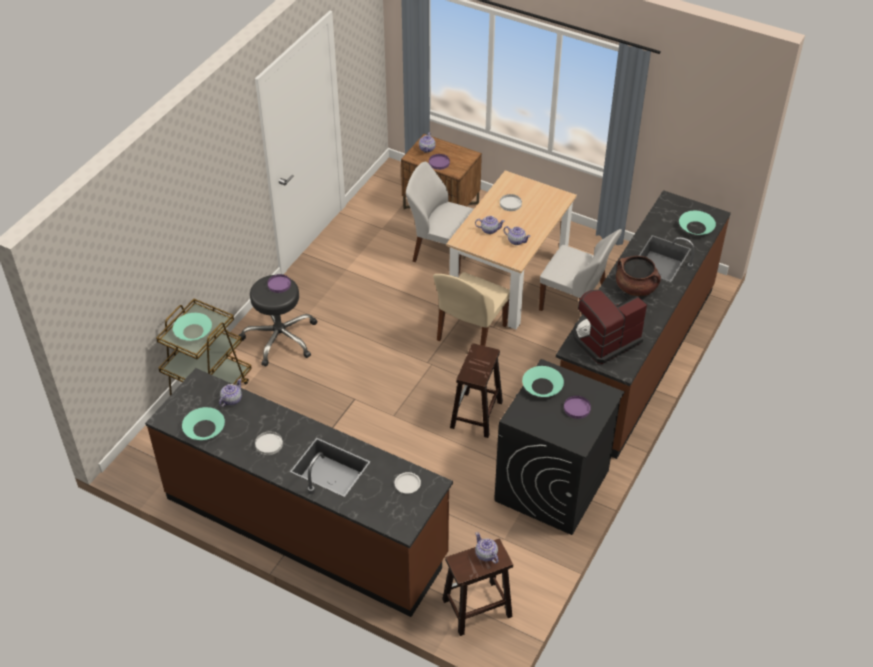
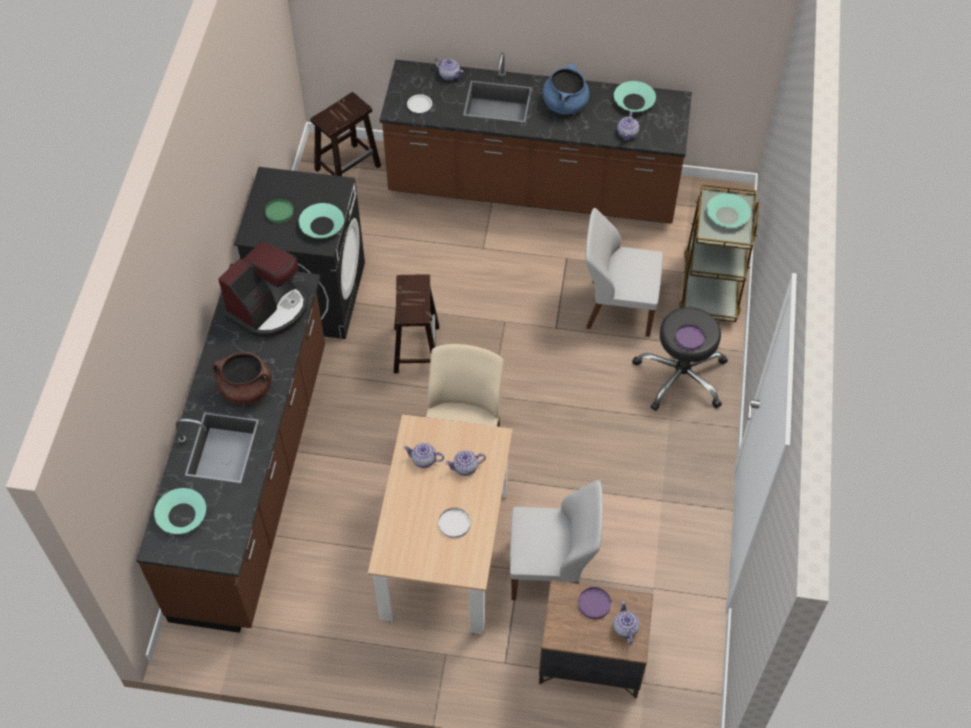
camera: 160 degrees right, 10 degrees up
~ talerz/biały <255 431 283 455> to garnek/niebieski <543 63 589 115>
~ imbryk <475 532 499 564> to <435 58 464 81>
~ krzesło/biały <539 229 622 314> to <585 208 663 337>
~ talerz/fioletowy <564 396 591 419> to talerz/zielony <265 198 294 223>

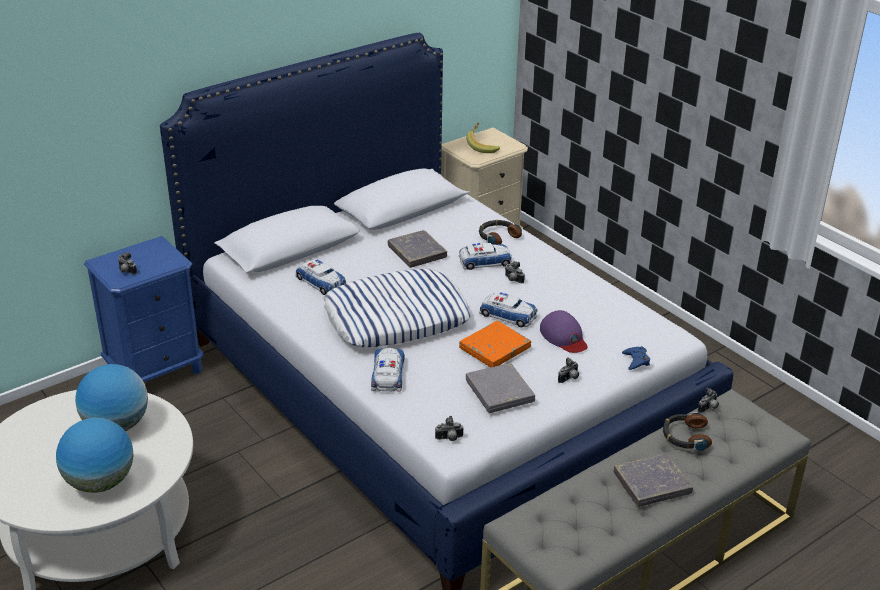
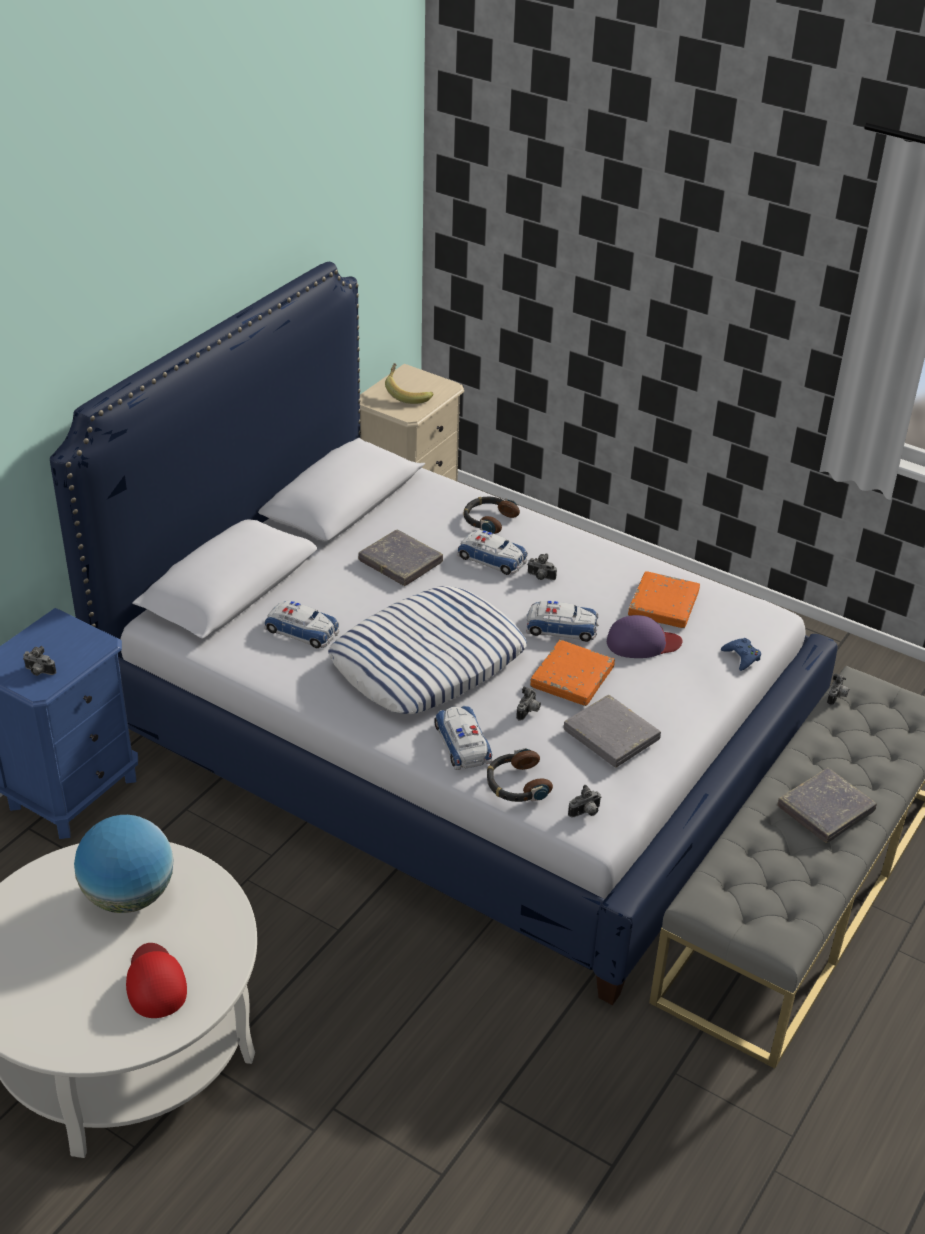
camera: 20 degrees left, 5 degrees up
~ globus <56 418 134 493> to czapka z daszkiem/czerwony <126 943 187 1018>
~ samochodzik <459 243 512 270> = <457 530 528 575> 60 degrees clockwise
~ czapka z daszkiem/fioletowy <540 310 587 353> = <607 615 683 658> 45 degrees counterclockwise
~ aparat fotograficzny <558 357 579 383> to <516 687 541 721>
~ słuchawki <663 412 712 451> to <487 748 553 802>
+ książka/pomarańczowy <628 571 700 628>

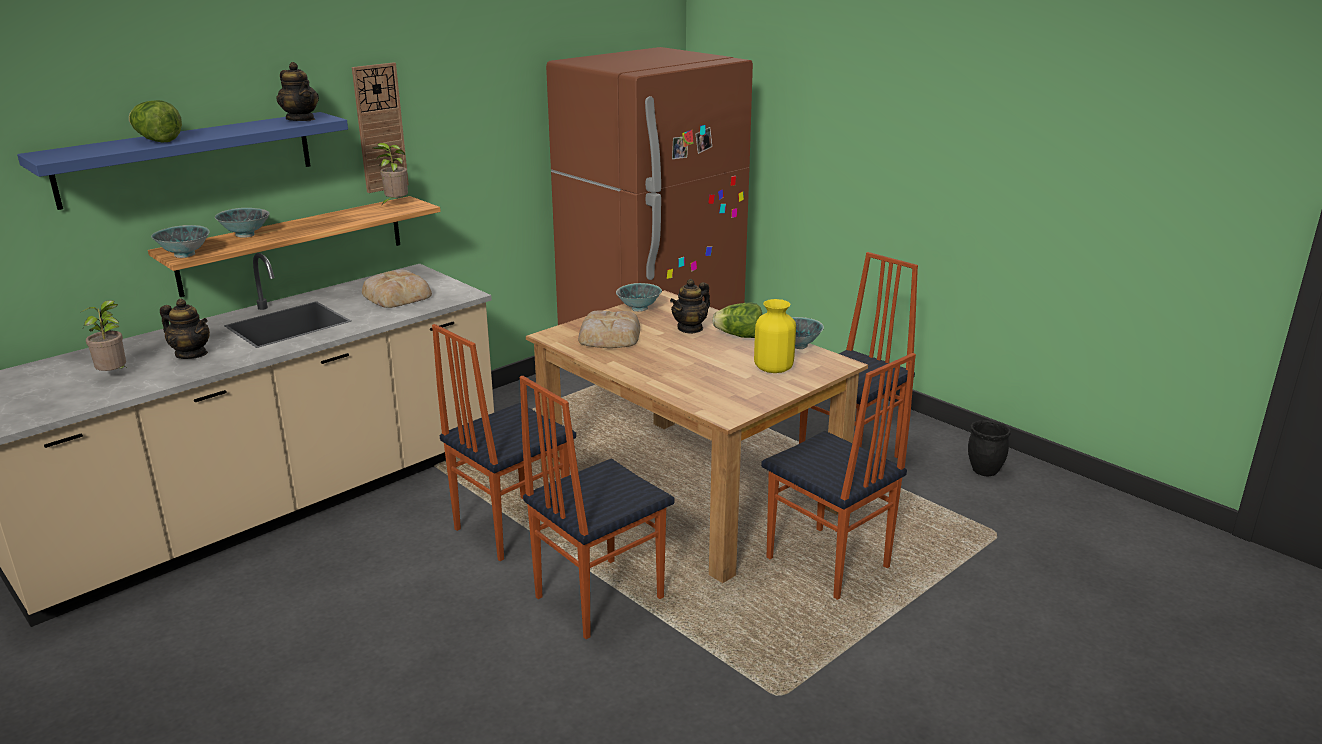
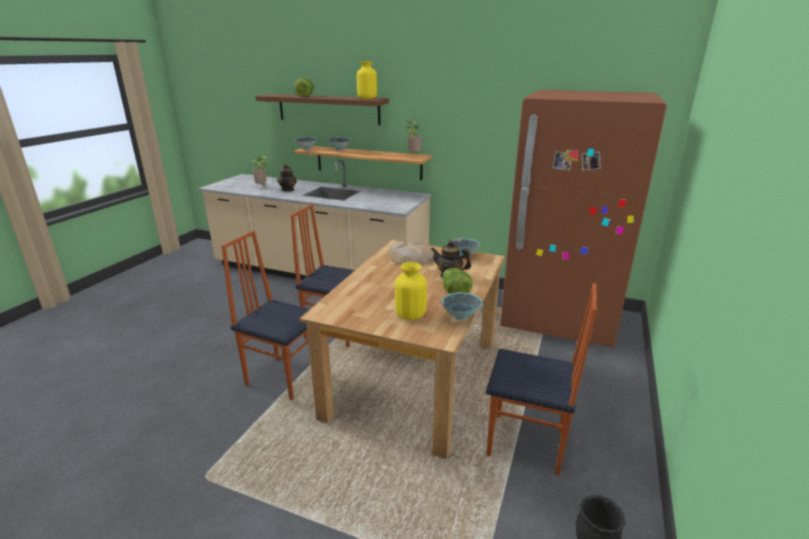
camera: 65 degrees right, 0 degrees up
~ półka/niebieski <17 112 348 210> to półka/brązowy <255 94 389 125>
~ imbryk <277 62 319 121> to wazon/żółty <357 62 377 99>
- zegar ścienny <352 62 409 193>
- chleb <362 269 432 308>
- krzesło <761 353 916 600>

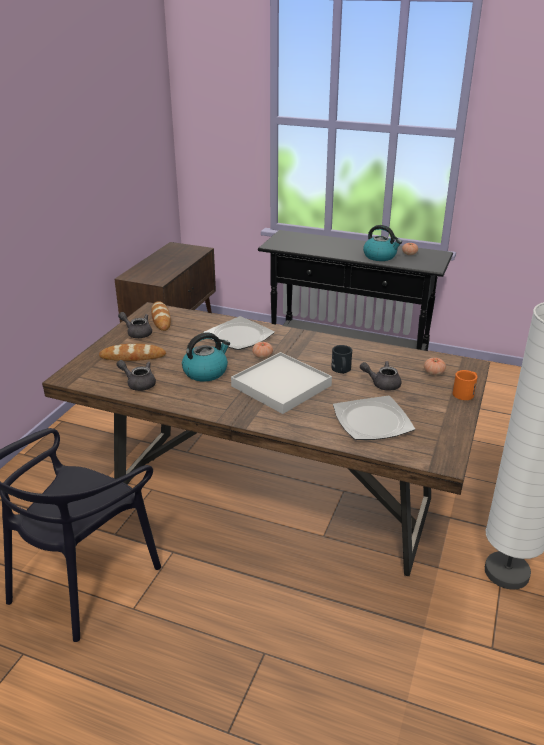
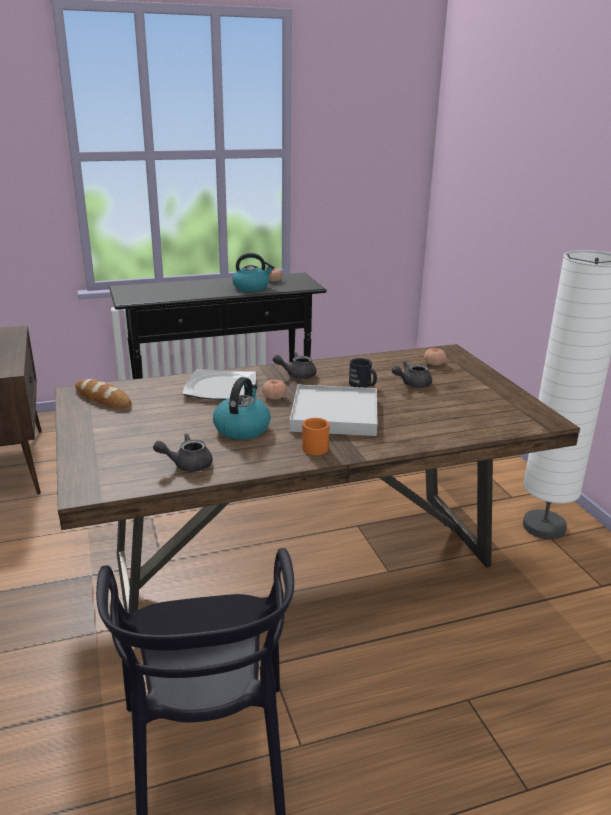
camera: 40 degrees left, 5 degrees down
- chleb <99 344 166 361>
~ imbryk/szary <118 312 152 338> to <273 352 316 379>
- talerz <333 396 415 440>
~ kubek/pomarańczowy <453 370 477 400> to <302 418 329 455>

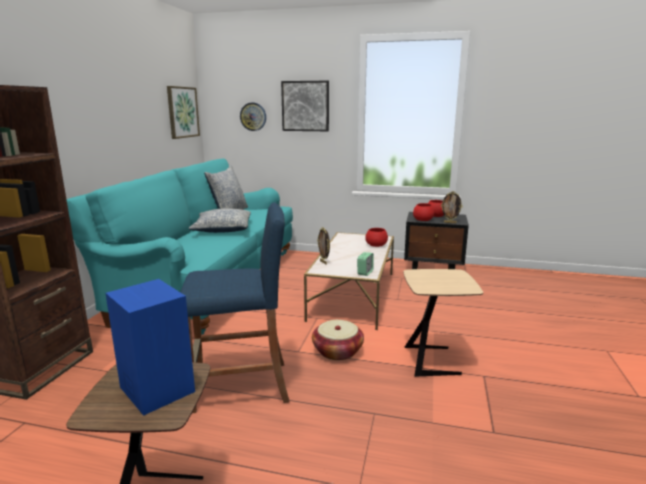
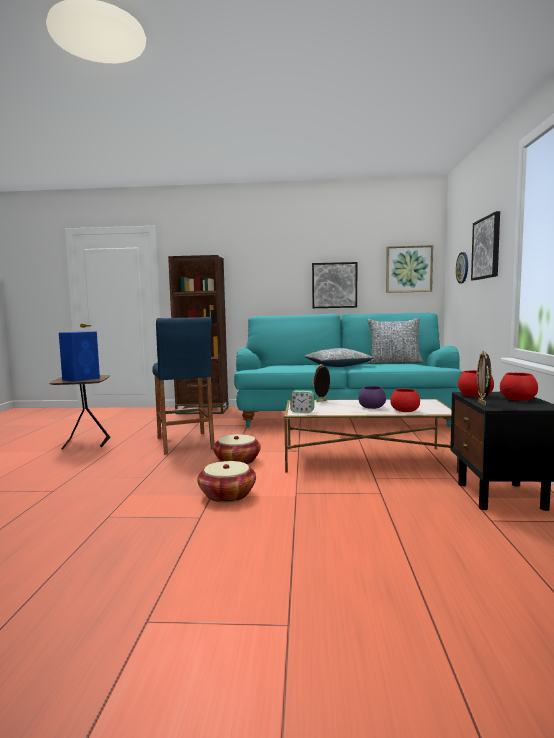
camera: 80 degrees right, 10 degrees down
~ stolik/beżowy <403 269 483 377> to koszyk <197 461 256 503>
+ obraz <312 262 357 308>
+ miska/fioletowy <359 386 386 409>

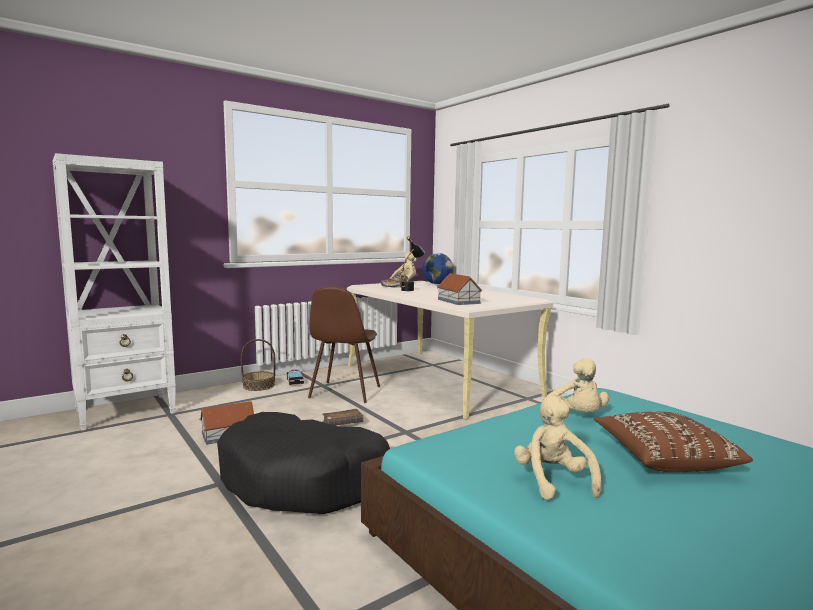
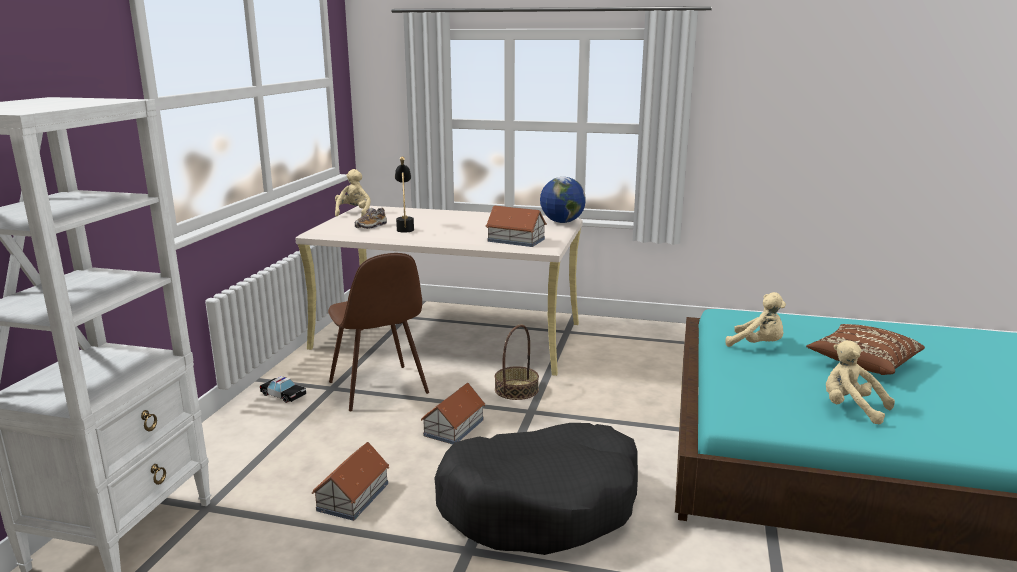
camera: 40 degrees left, 10 degrees up
~ koszyk <241 339 276 391> to <495 324 539 400>
~ książka/brązowy <322 409 363 426> to domek <421 382 485 445>
~ globus <422 253 454 284> to <540 177 586 223>

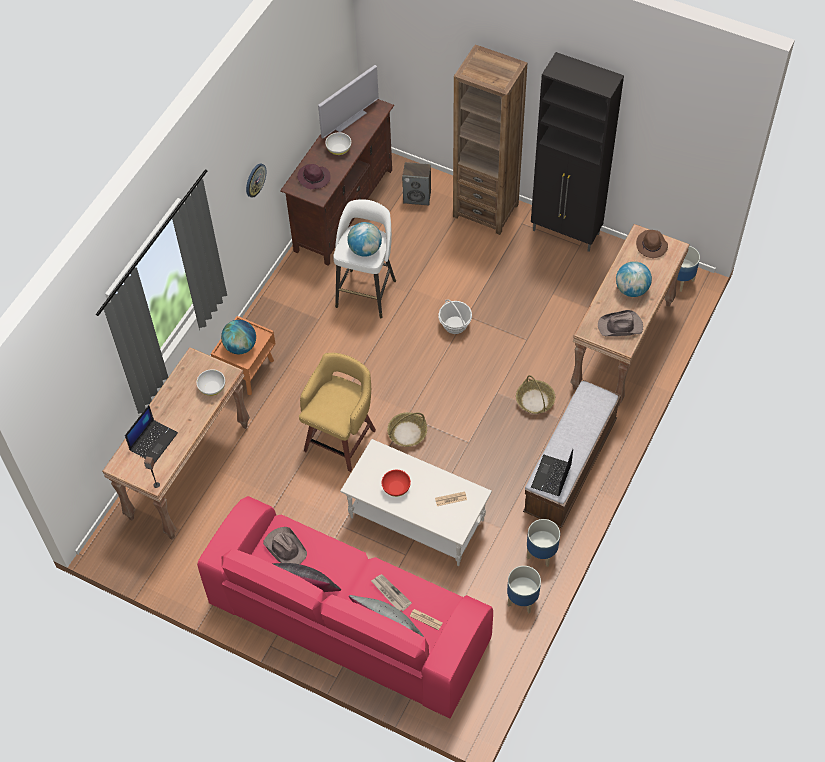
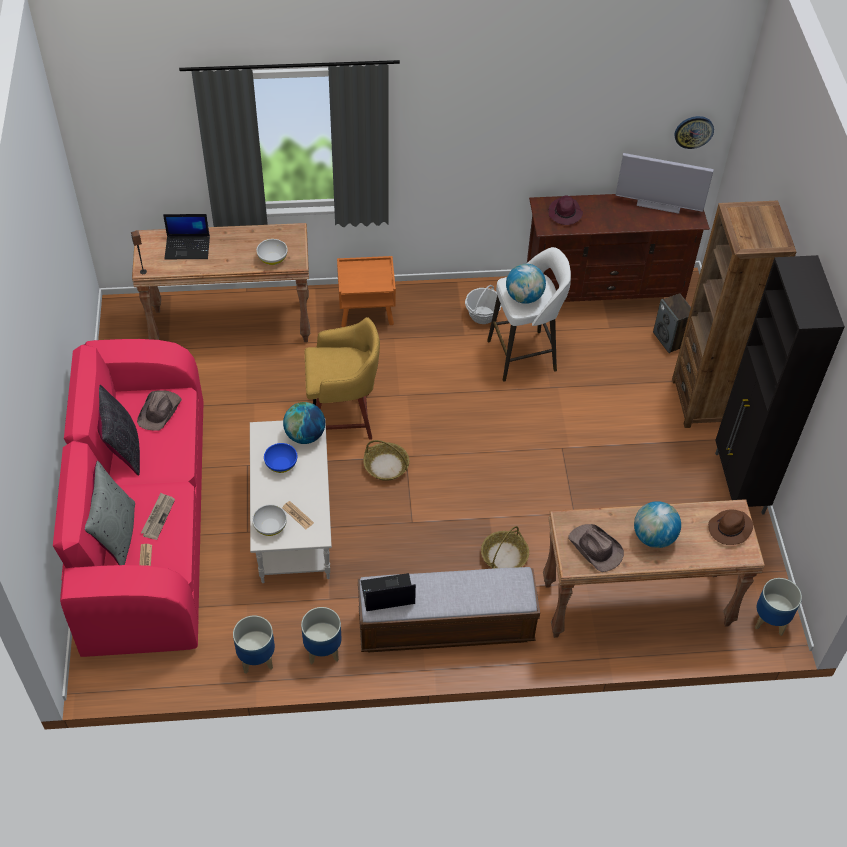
camera: 55 degrees right, 5 degrees down
~ globus <221 320 256 354> to <283 402 325 444>
~ zegar ścienny <246 164 267 198> to <674 116 714 149>
~ miska/biały <325 132 351 155> to <252 504 287 536>
~ miska/czerwony <382 470 411 497> to miska/niebieski <264 443 297 473>
~ koszyk <438 299 472 334> to <465 285 502 324>

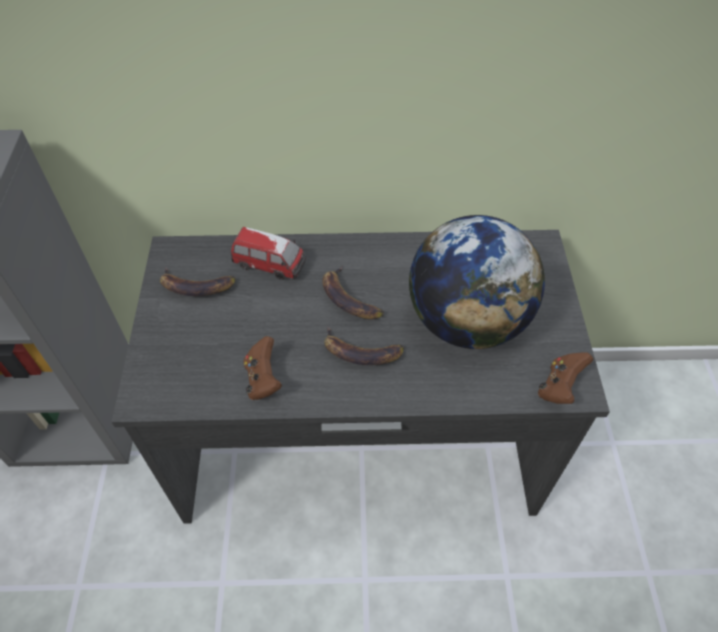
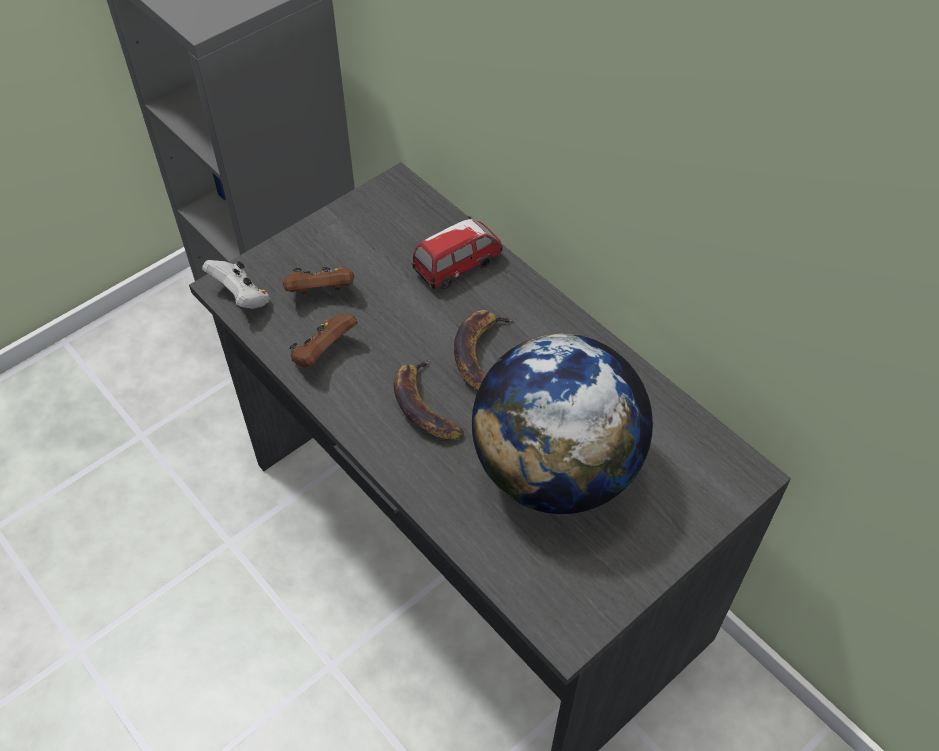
camera: 50 degrees right, 0 degrees up
- banan <160 267 236 296>
~ samochodzik <231 227 306 280> = <412 216 503 289> 105 degrees counterclockwise
~ pad do gier/brązowy <538 352 593 404> to <283 267 354 294>
+ pad do gier/biały <202 260 270 309>

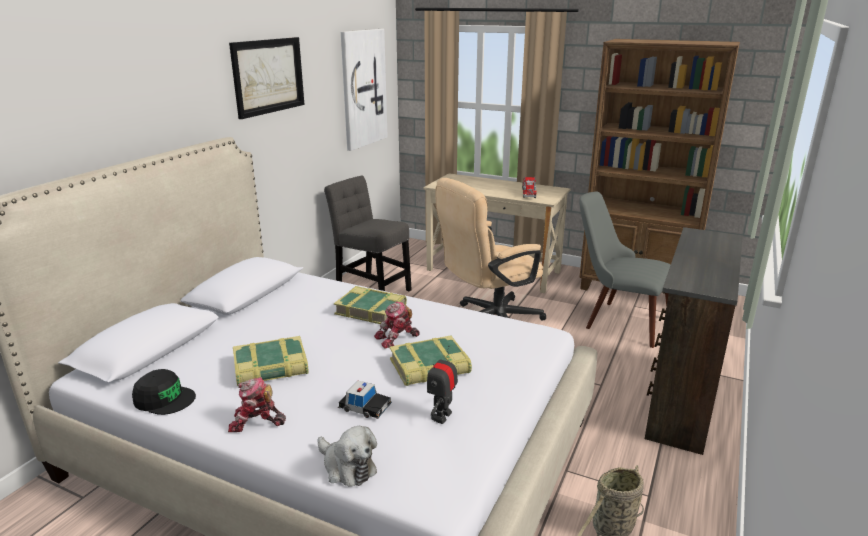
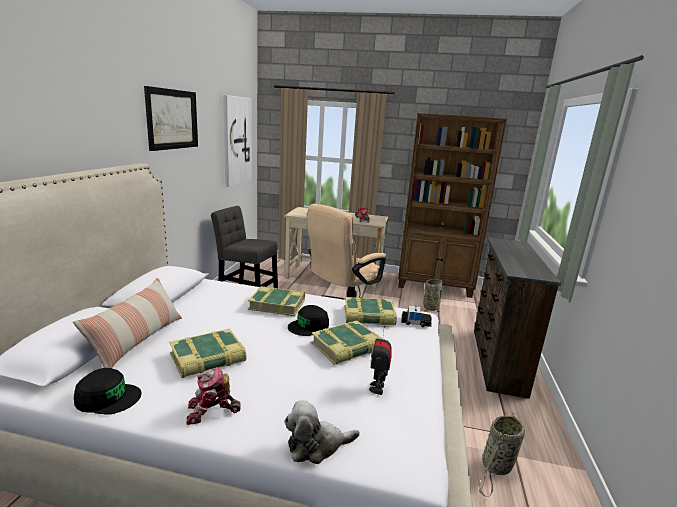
camera: 15 degrees left, 5 degrees down
~ pluszak <317 426 377 487> = <284 400 360 464> 135 degrees clockwise
~ samochodzik <338 381 392 419> to <401 306 432 327>
~ robot zabawkowy <374 301 420 349> to czapka z daszkiem/czarny <288 305 329 336>
~ krzesło/szary <579 192 671 348> to koszyk <424 279 442 313>
+ poduszka <73 278 182 368>
+ książka <345 297 397 325>

